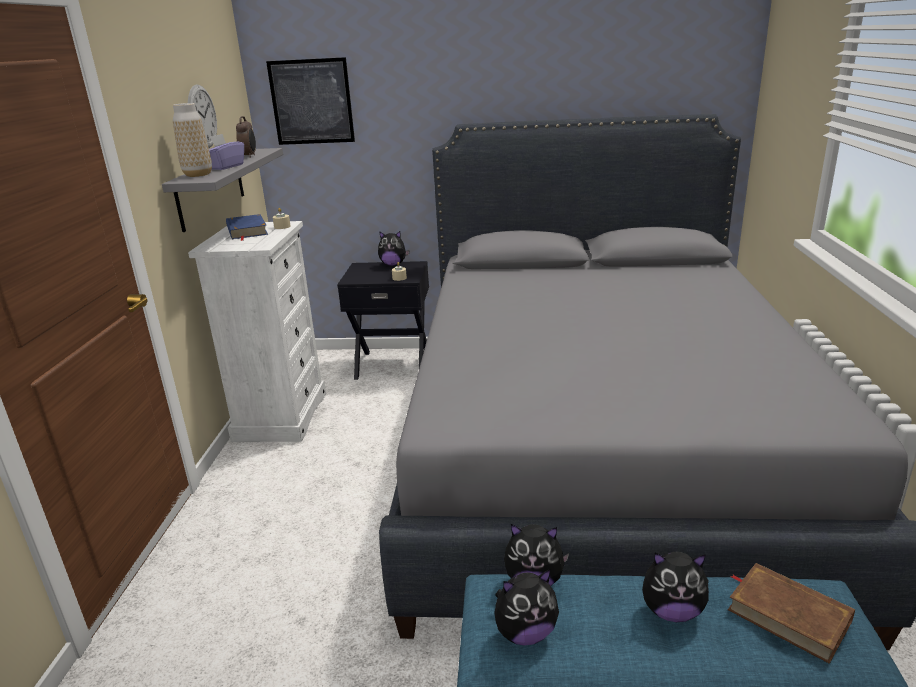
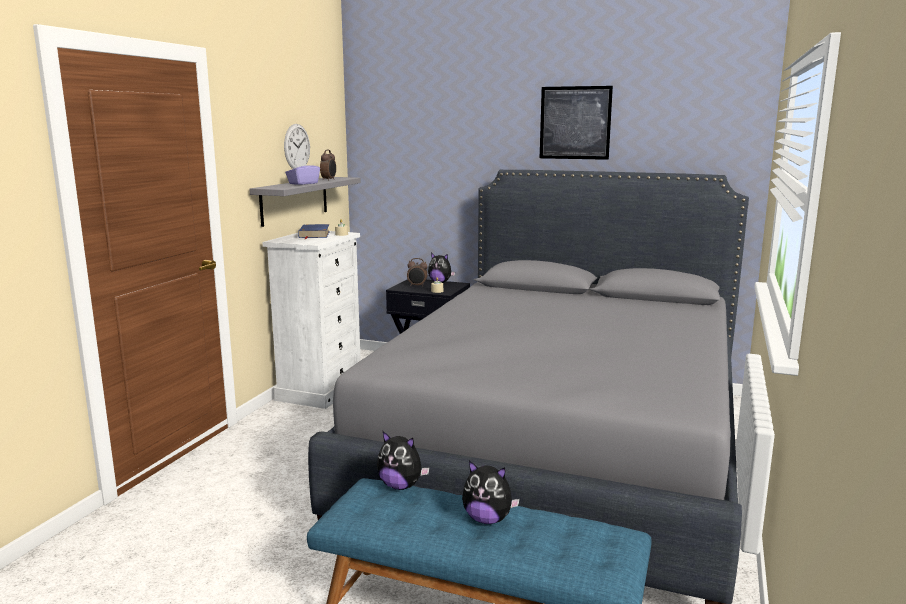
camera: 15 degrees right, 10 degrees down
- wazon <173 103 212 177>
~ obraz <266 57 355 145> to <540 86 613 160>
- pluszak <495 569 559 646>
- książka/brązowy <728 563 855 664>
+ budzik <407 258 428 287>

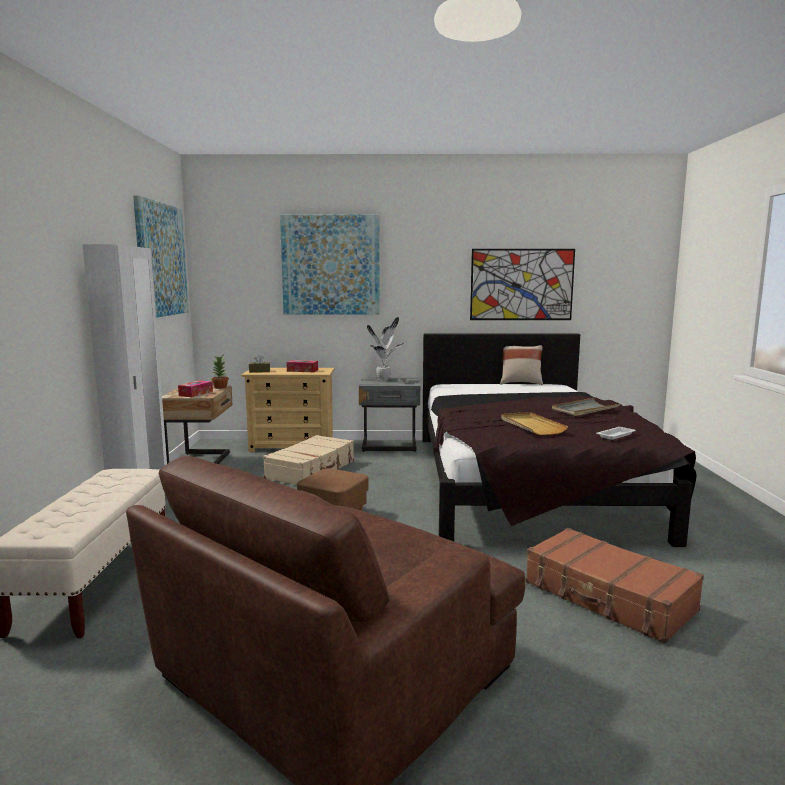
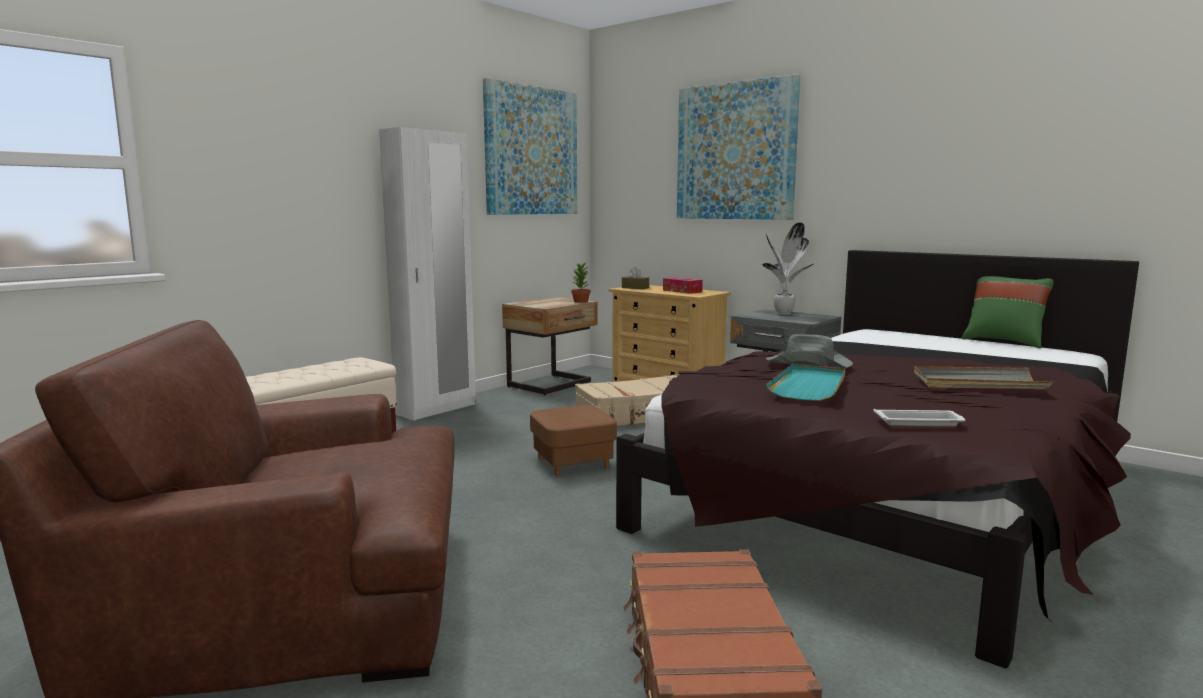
camera: 40 degrees right, 0 degrees up
- pudełko chusteczek <178 380 213 397>
- obraz <470 249 575 320>
~ poduszka/beżowy <500 345 543 385> to poduszka/zielony <962 276 1054 348>
~ taca/beżowy <501 412 568 435> to taca/turkusowy <766 364 845 401>
+ kapelusz/szary <766 334 853 368>

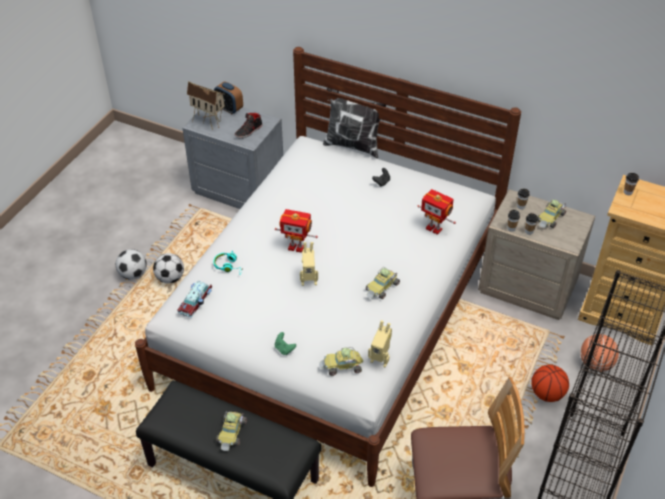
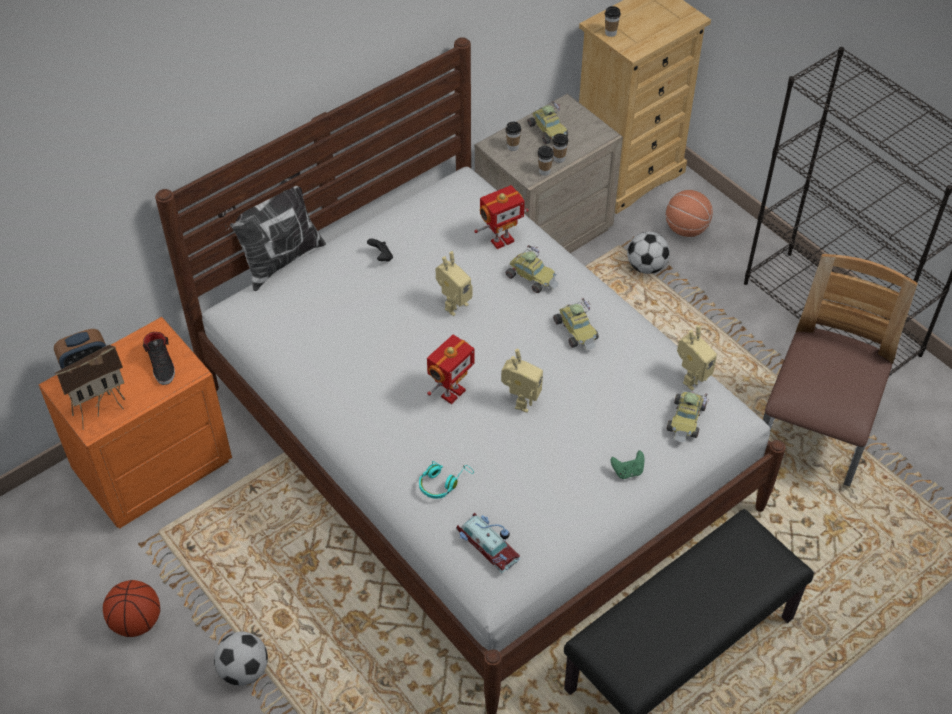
camera: 65 degrees left, 5 degrees up
~ piłka futbolowa <153 253 184 284> to <627 231 670 274>
~ szafka nocna/szary <182 107 283 209> to szafka nocna/pomarańczowy <39 317 232 529>
~ samochodzik <216 412 247 451> to <505 245 559 293>
~ piłka do koszykówki <531 365 569 402> to <103 580 160 637>
+ robot zabawkowy <436 252 472 316>

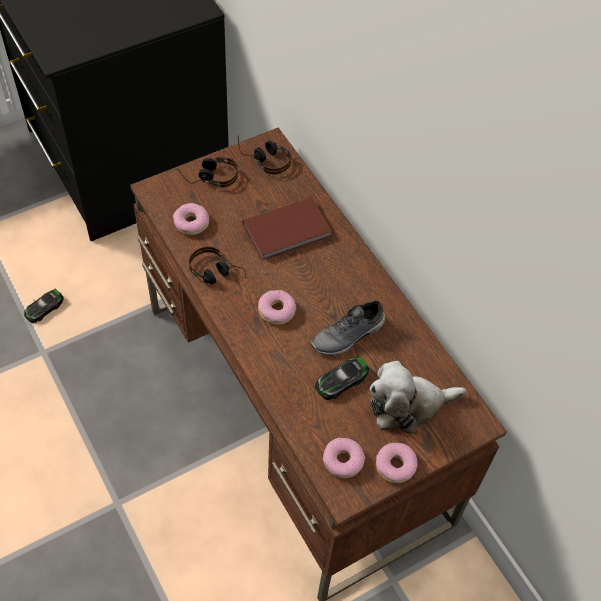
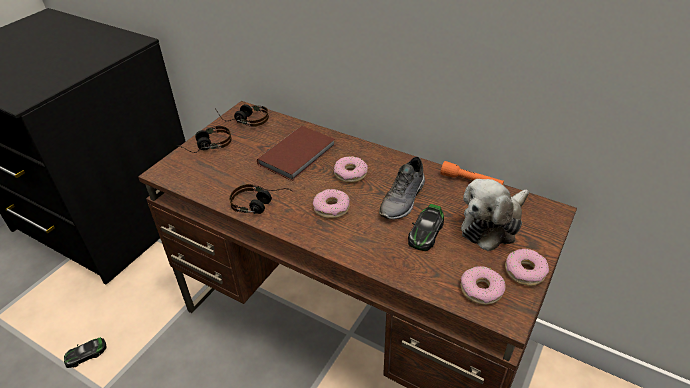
camera: 25 degrees left, 15 degrees down
~ samochodzik <24 288 64 323> = <64 337 106 368> 45 degrees clockwise
~ donut <173 203 209 235> to <334 156 368 183>
+ latarka/pomarańczowy <441 161 504 185>

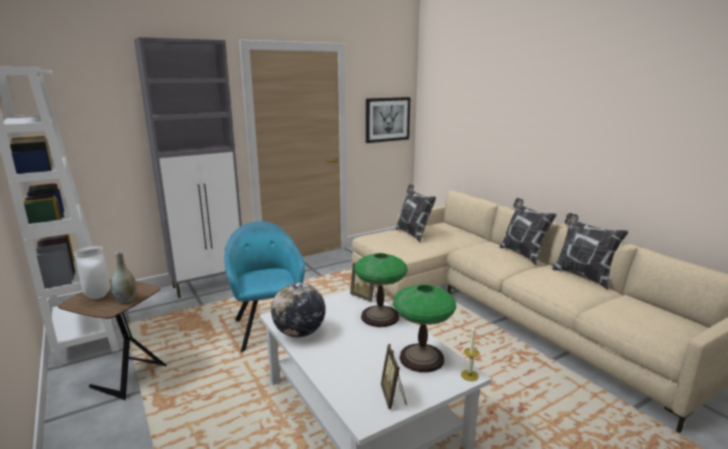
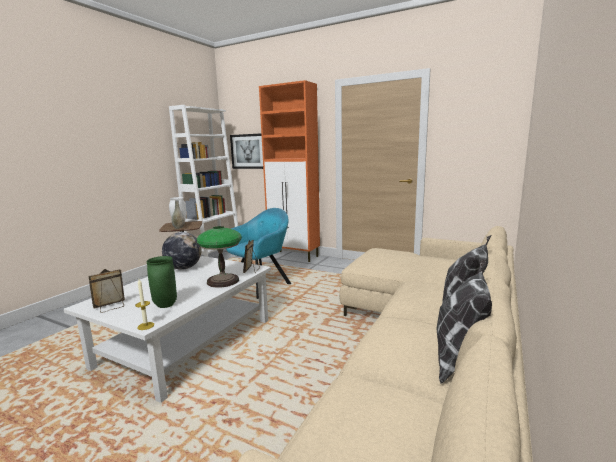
camera: 60 degrees right, 5 degrees down
~ szafka/szary <134 37 242 298> to szafka/pomarańczowy <259 80 320 262>
~ obraz <366 97 410 143> to <230 134 263 169>
~ lampa stołowa <393 285 456 373> to wazon/zielony <147 256 177 308>
- poduszka <396 184 436 243>

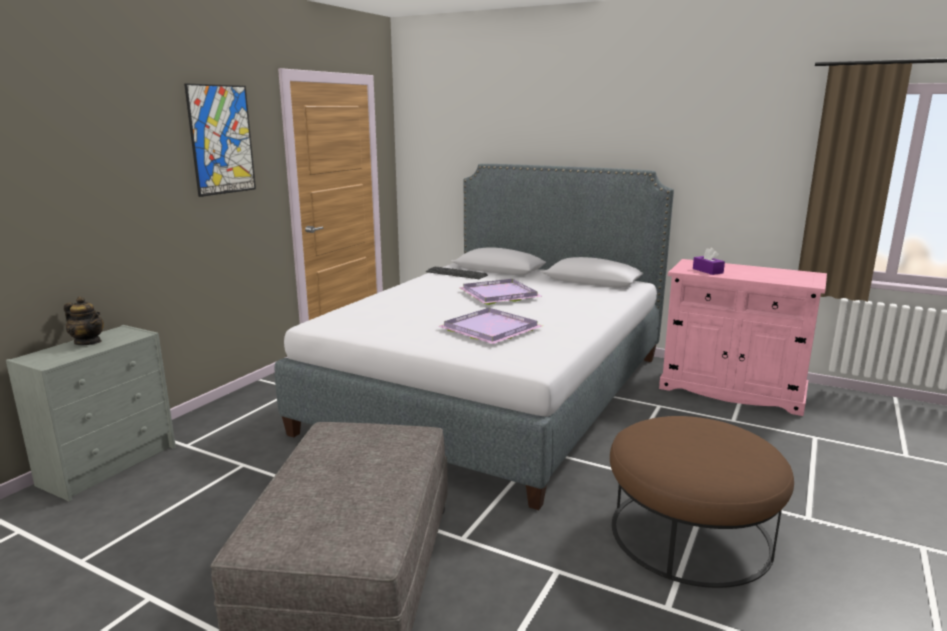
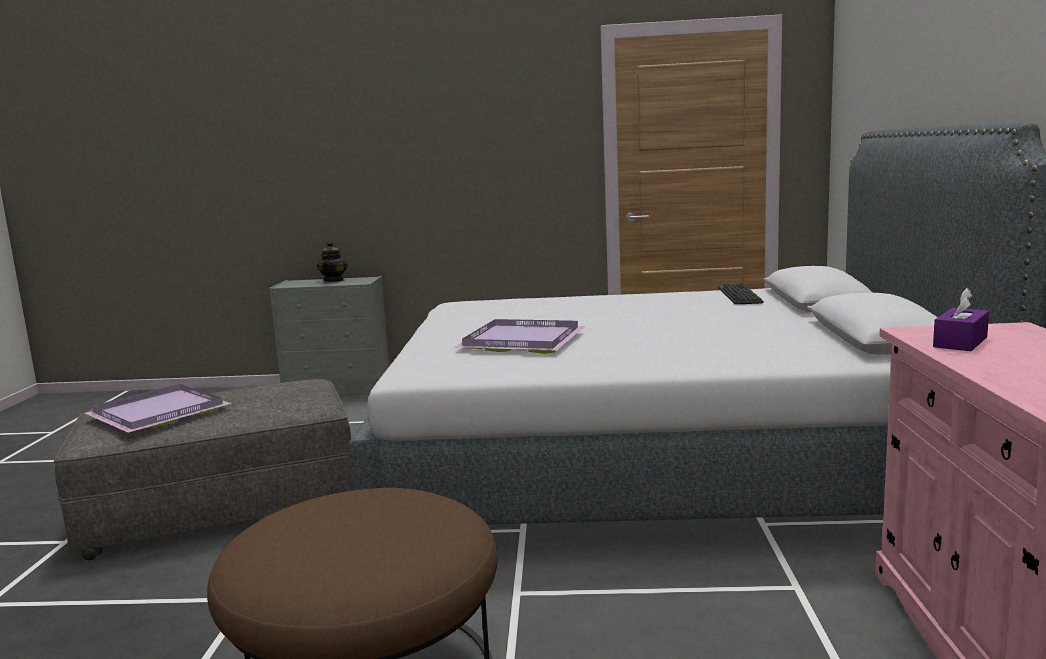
camera: 65 degrees right, 5 degrees down
- obraz <184 83 256 197>
~ taca/fioletowy <458 279 543 305> to <85 384 232 433>

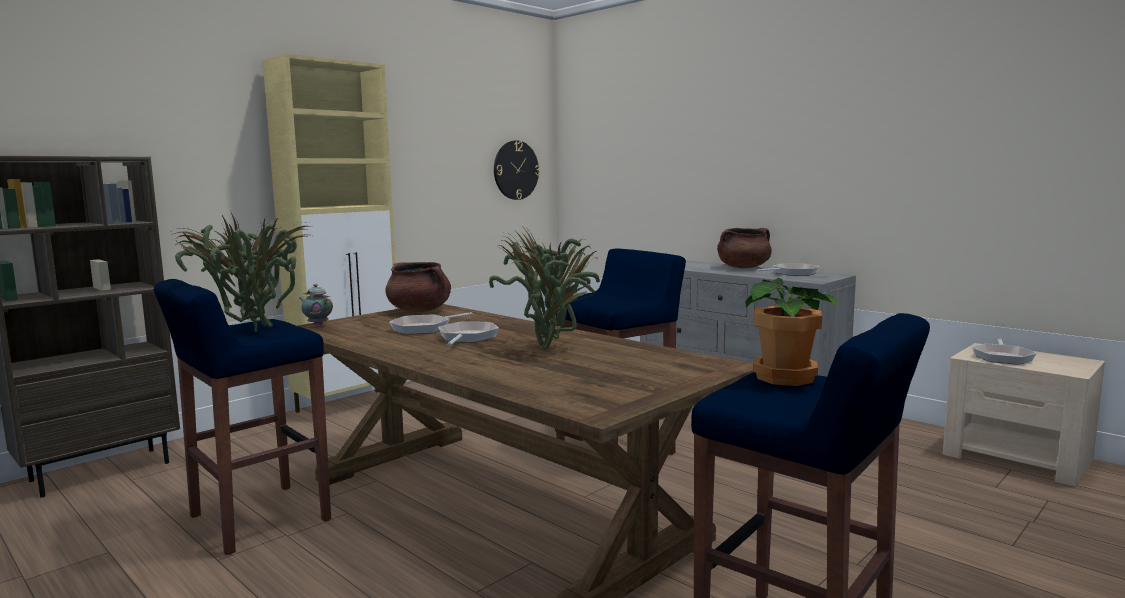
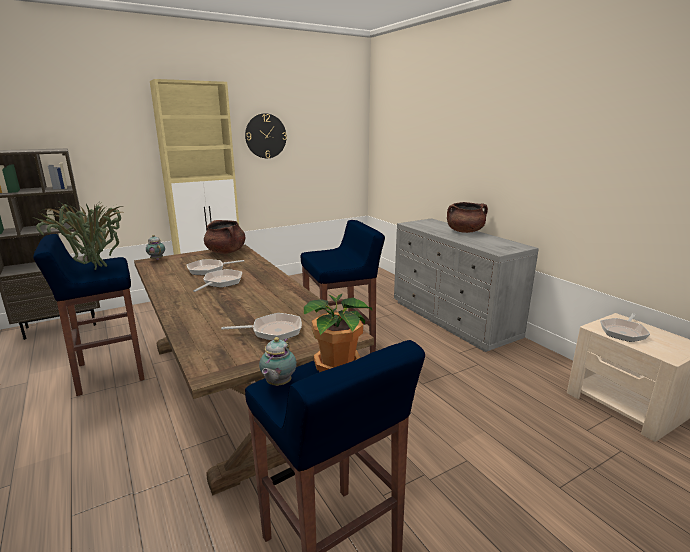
camera: 15 degrees right, 10 degrees up
- roślina doniczkowa <489 226 600 350>
~ zegar ścienny <494 140 540 200> to <245 113 287 158>
~ patelnia <756 263 820 276> to <221 313 302 341>
+ imbryk <259 337 297 386>

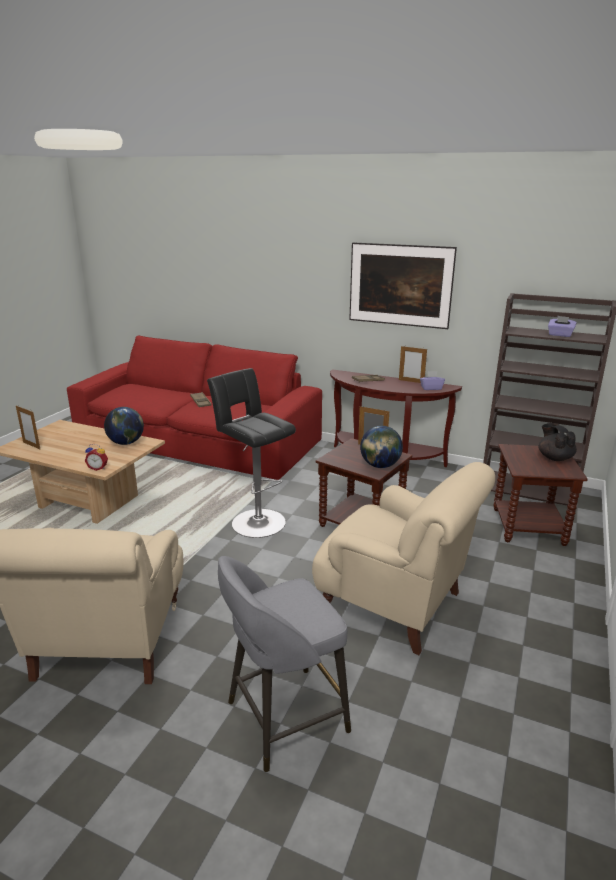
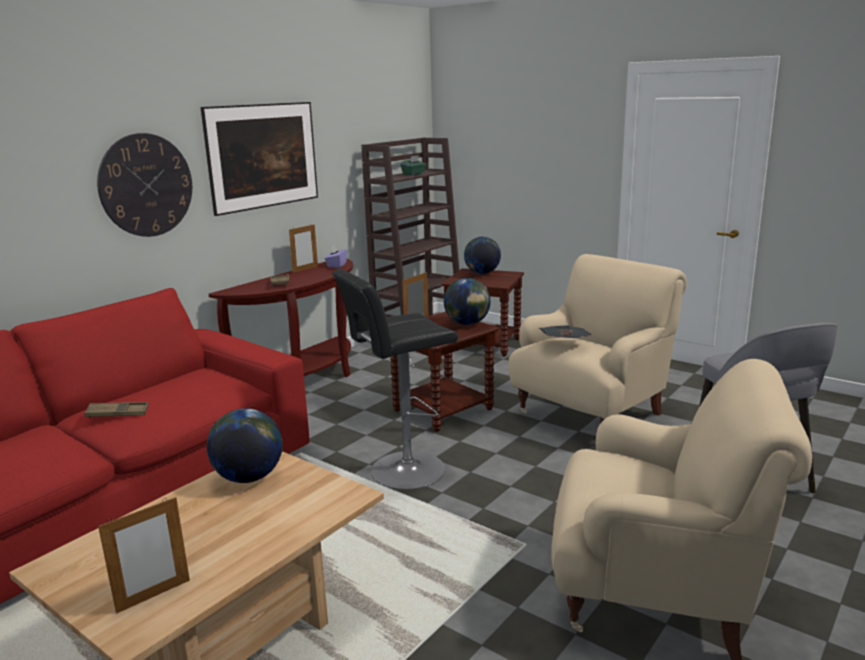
camera: 75 degrees left, 5 degrees down
- budzik <85 444 108 471>
~ imbryk/czarny <538 423 577 461> to globus <464 237 501 274>
~ pudełko chusteczek/fioletowy <548 316 577 337> to pudełko chusteczek/zielony <400 155 426 175>
+ zegar ścienny <97 133 192 237>
+ gazeta <539 326 591 338>

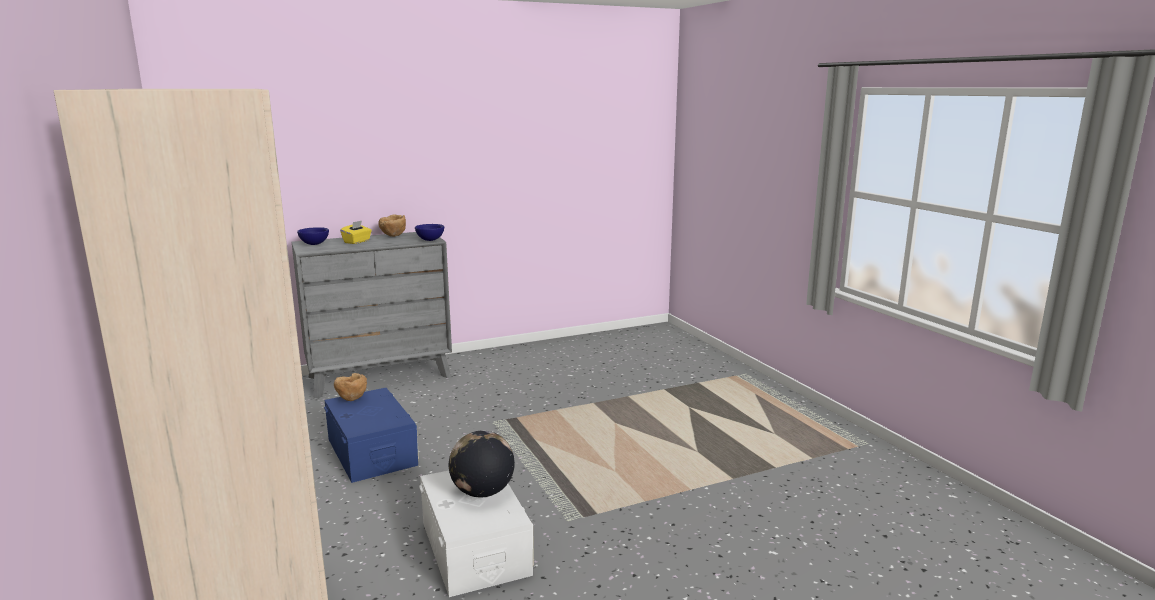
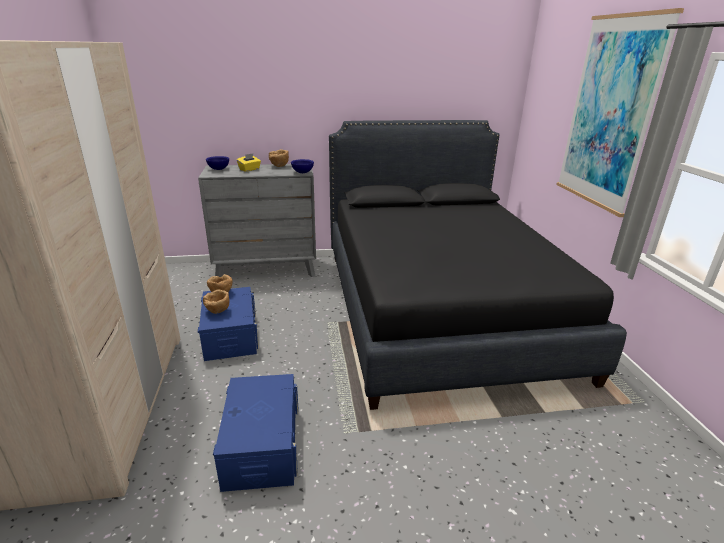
camera: 15 degrees right, 10 degrees up
~ pojemnik do przechowywania/biały <419 471 534 597> to pojemnik do przechowywania/niebieski <213 374 299 492>
- globus <449 430 515 498>
+ miska/brązowy <203 289 230 314>
+ łóżko/czarny <329 120 627 410>
+ obraz <556 8 684 217>

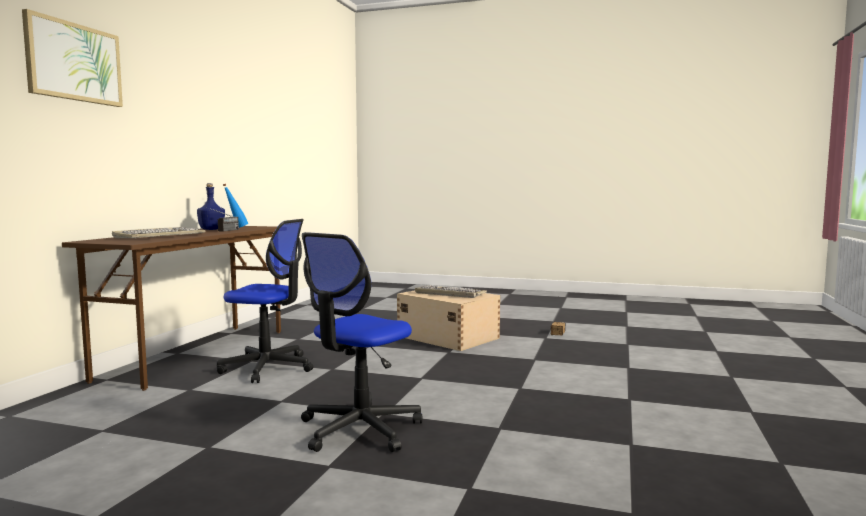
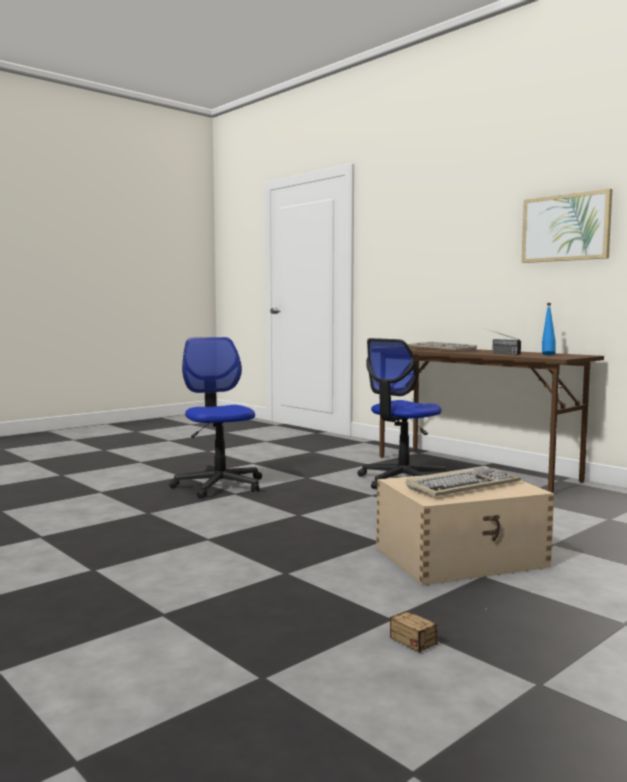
camera: 120 degrees right, 0 degrees up
~ obraz <22 9 123 107> to <522 189 612 263>
- butelka/niebieski <197 183 225 230>

